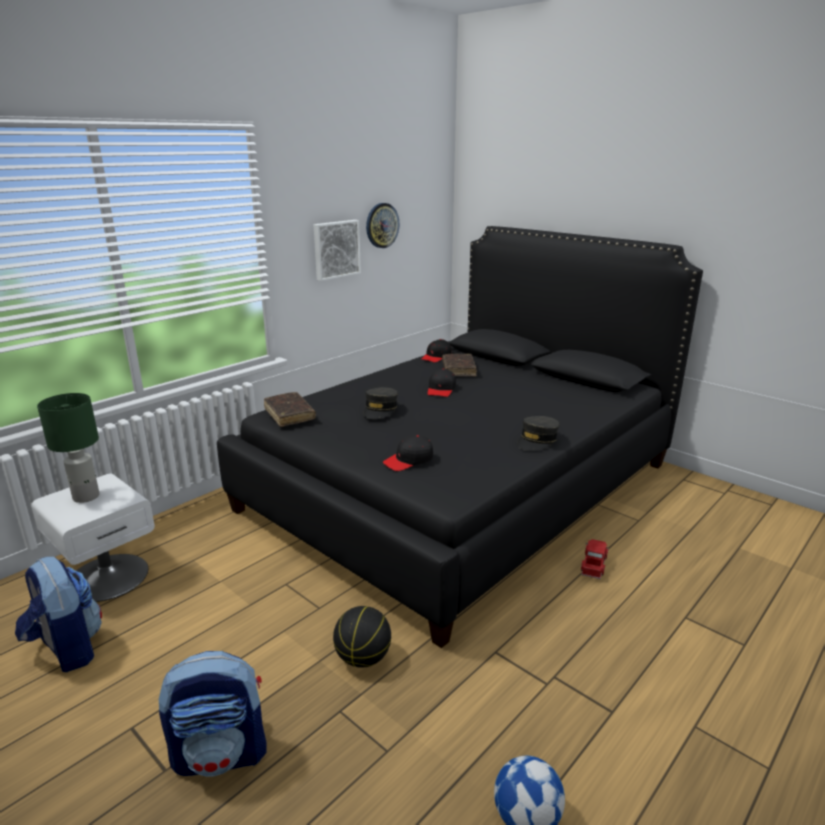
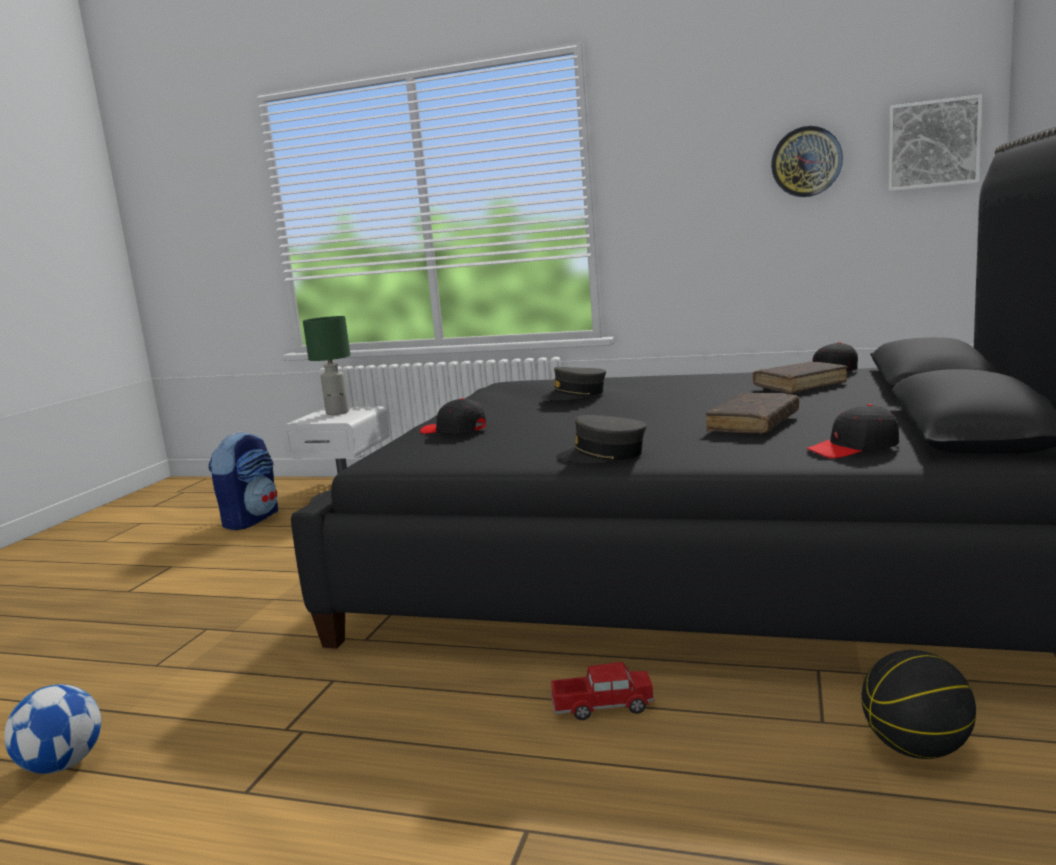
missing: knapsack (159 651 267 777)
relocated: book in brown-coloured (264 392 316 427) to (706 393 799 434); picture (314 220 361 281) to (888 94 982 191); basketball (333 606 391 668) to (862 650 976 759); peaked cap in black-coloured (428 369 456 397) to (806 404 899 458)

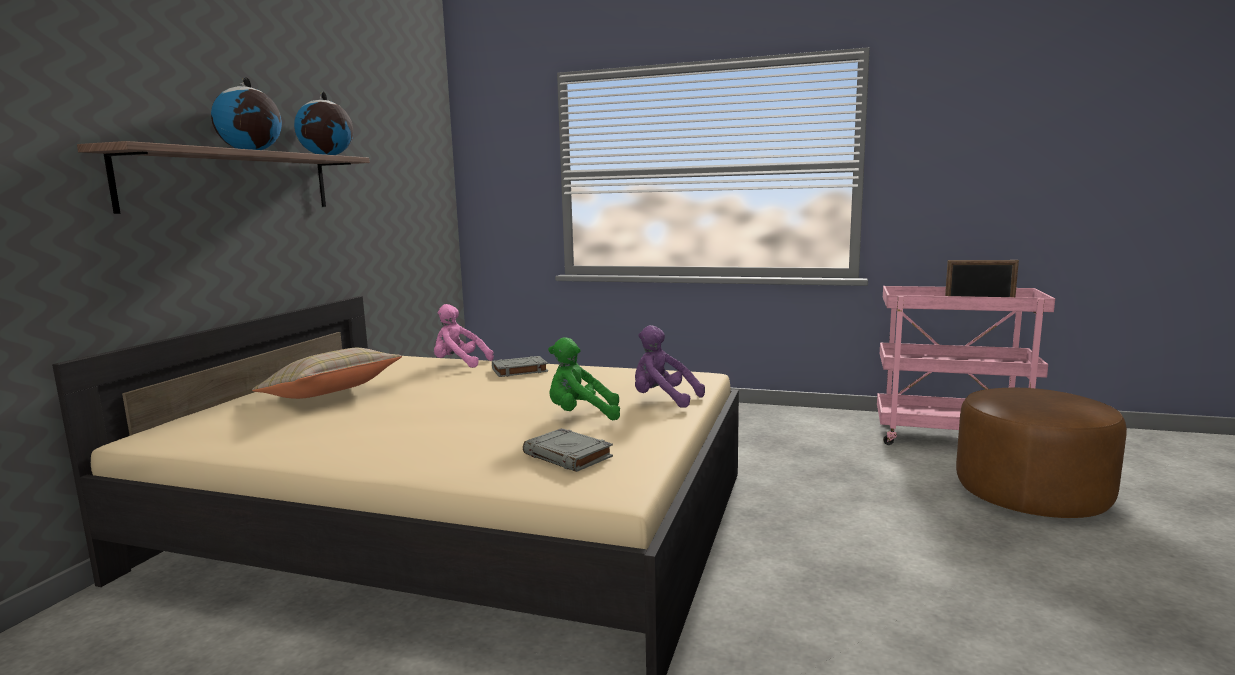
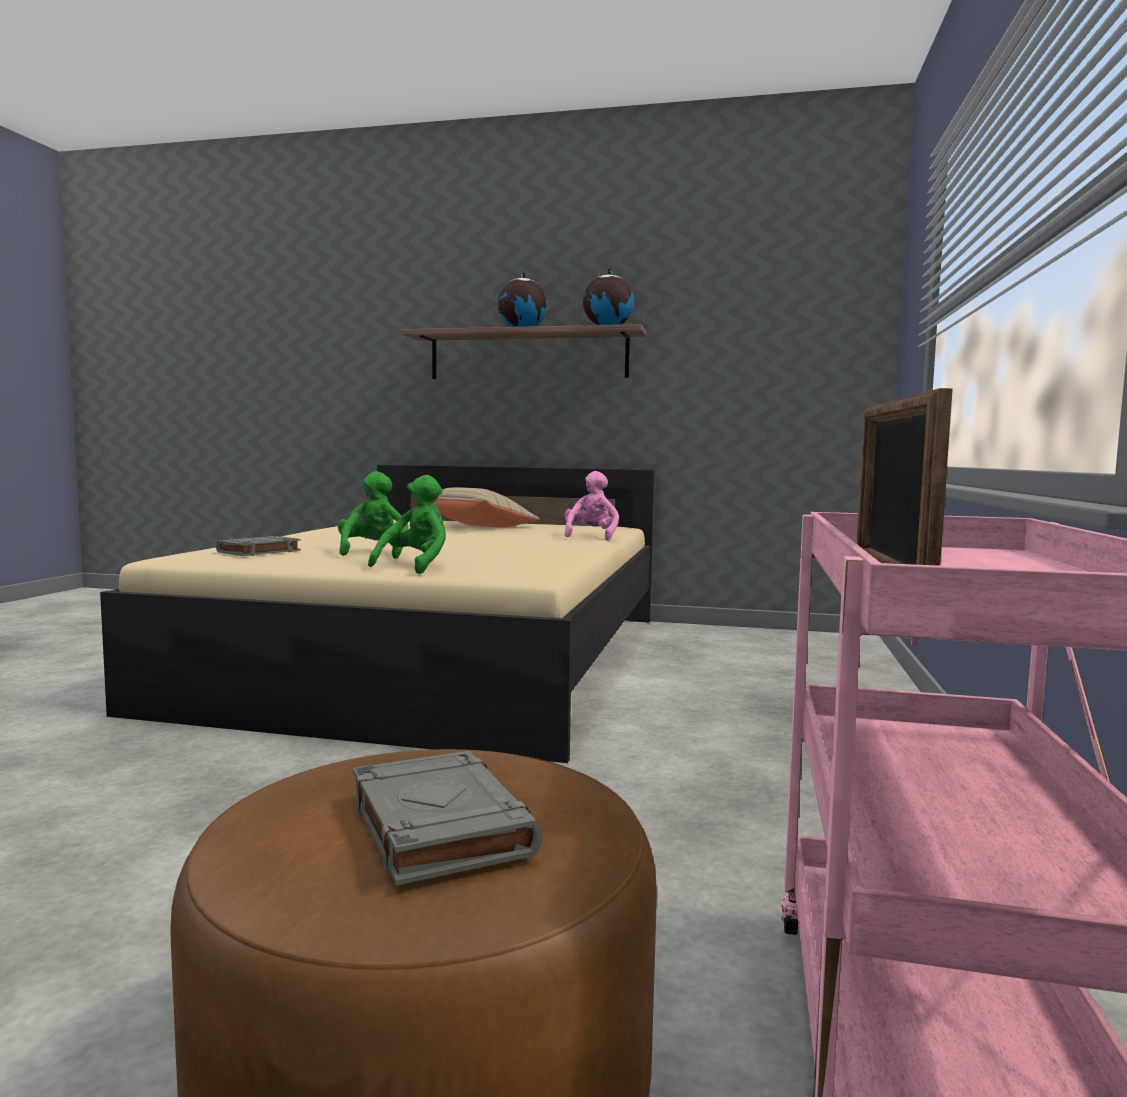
relocated: book in greyish (492 356 548 377) to (353 751 543 886)
colour: plush toy in purple-coloured (635 325 705 408) to plush toy in green-coloured (368 475 446 574)

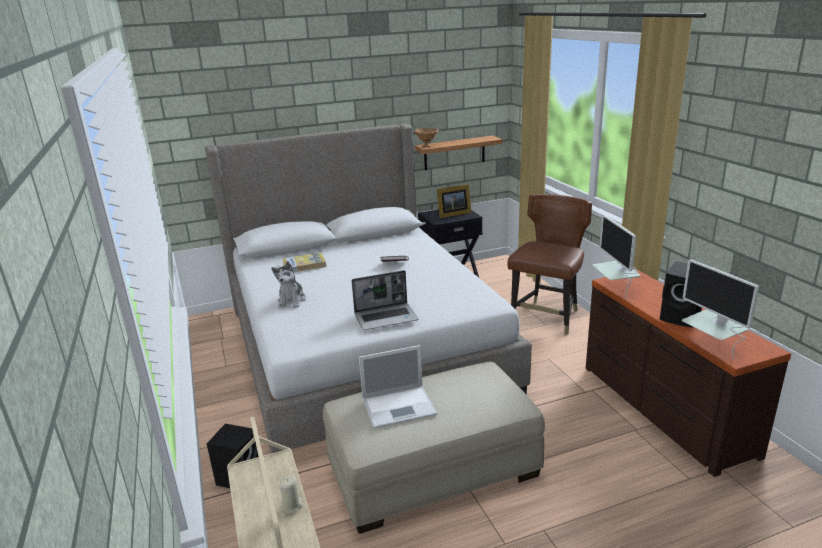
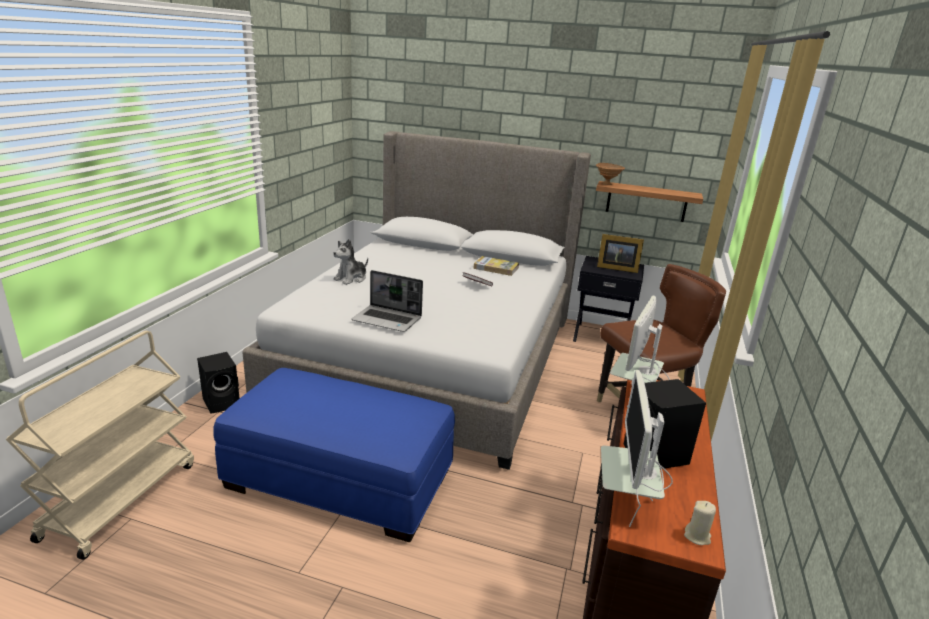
missing: laptop (359 345 437 429)
relocated: wax candle in beige-coloured (279 476 303 513) to (684 501 716 545); book (283 253 326 272) to (473 256 519 276)
colour: footrest in beige-coloured (323 362 545 534) to footrest in blue (213 368 455 542)

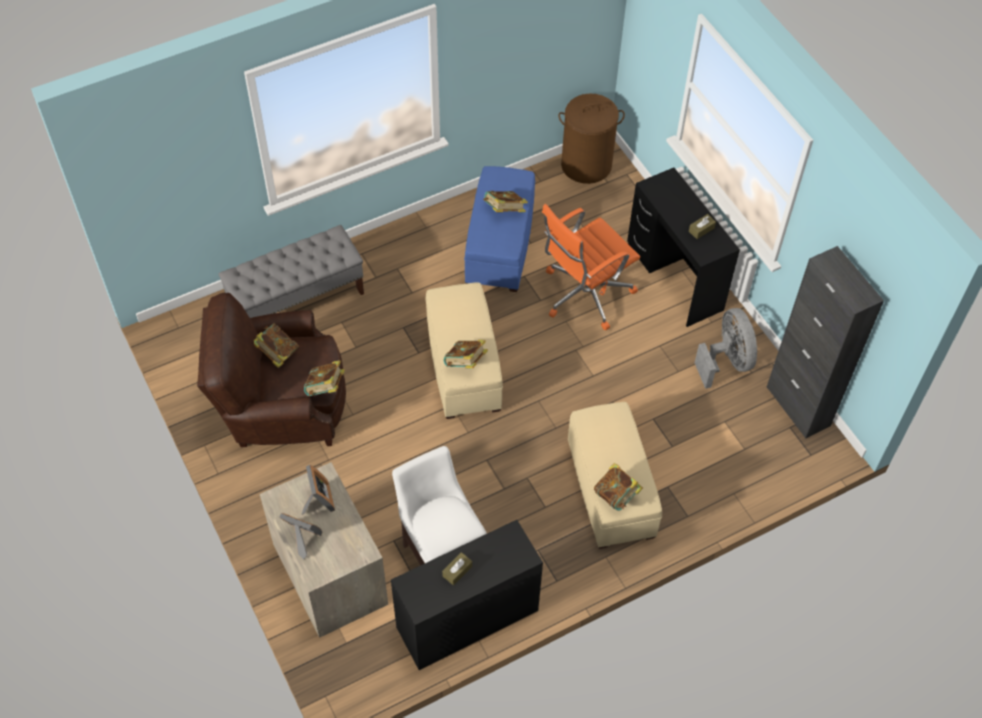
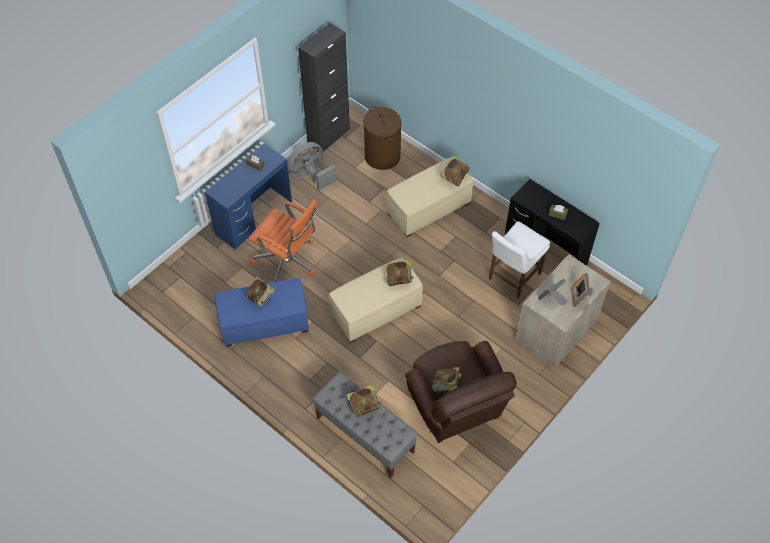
relocated: book (304 360 345 396) to (347 385 382 417); hamper in brown-coloured (558 93 625 184) to (363 107 401 170)
colour: desk table in black-coloured (627 168 740 327) to desk table in blue (205 143 292 249)

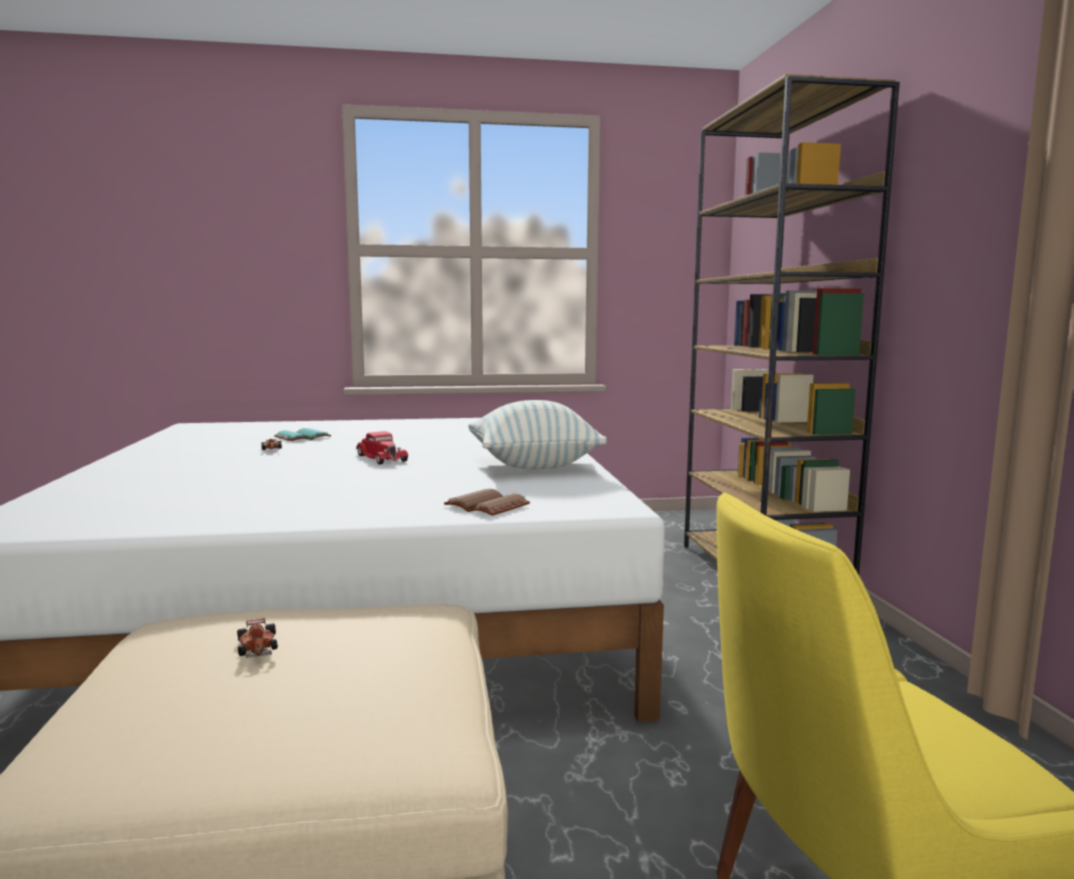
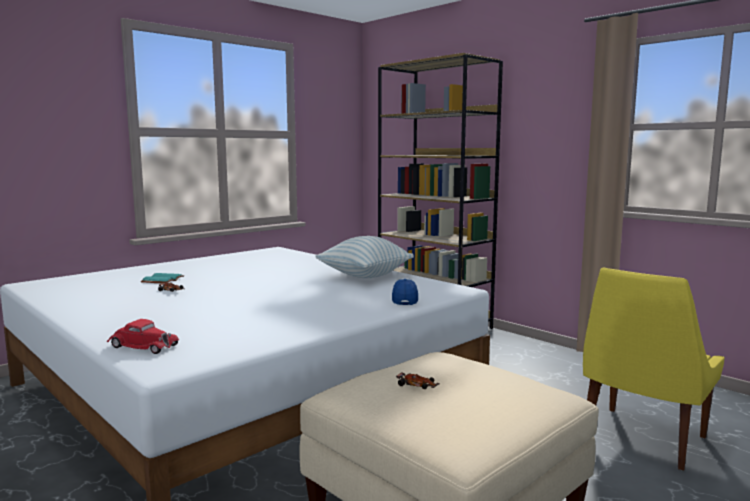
relocated: toy car in red-coloured (355 431 408 465) to (107 319 179 354)
exchanged: book in brown-coloured (444 489 530 516) to peaked cap (392 278 418 305)

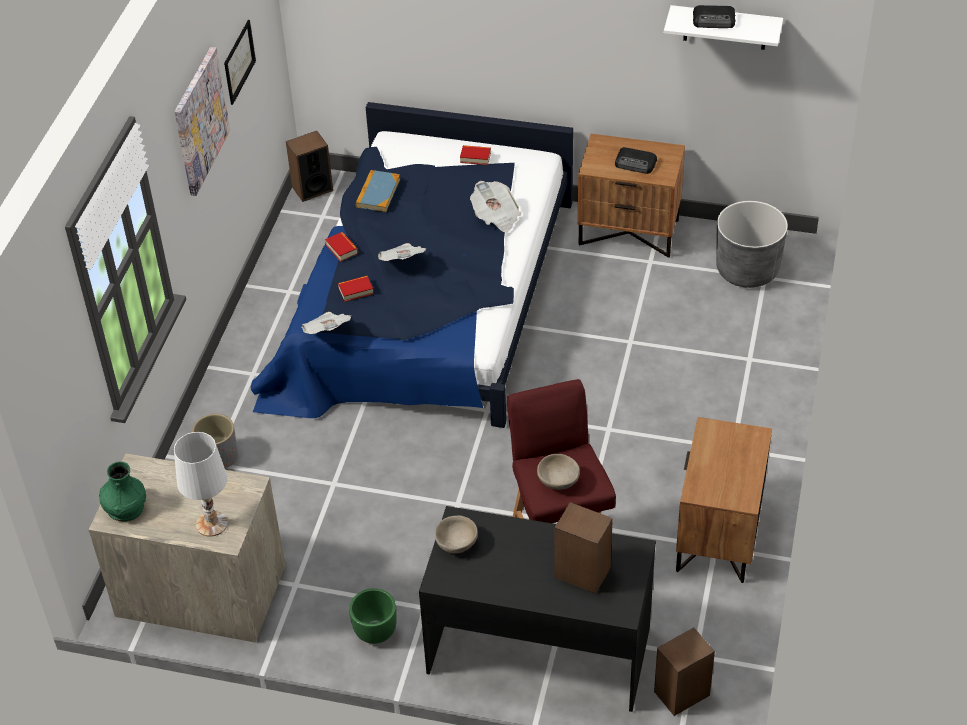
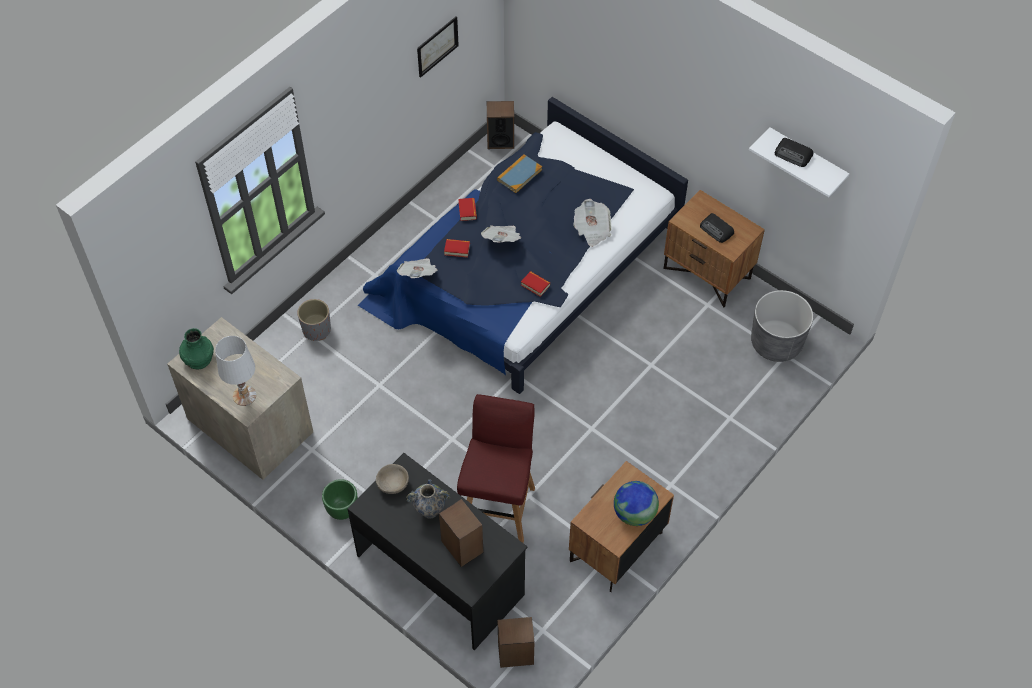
missing: picture (174 47 230 196); bowl in beige-coloured (537 454 580 490)
appeared: decorative vase (406 479 450 519); desk globe (614 481 659 526)
relocated: book (460 145 491 165) to (521 271 550 297)

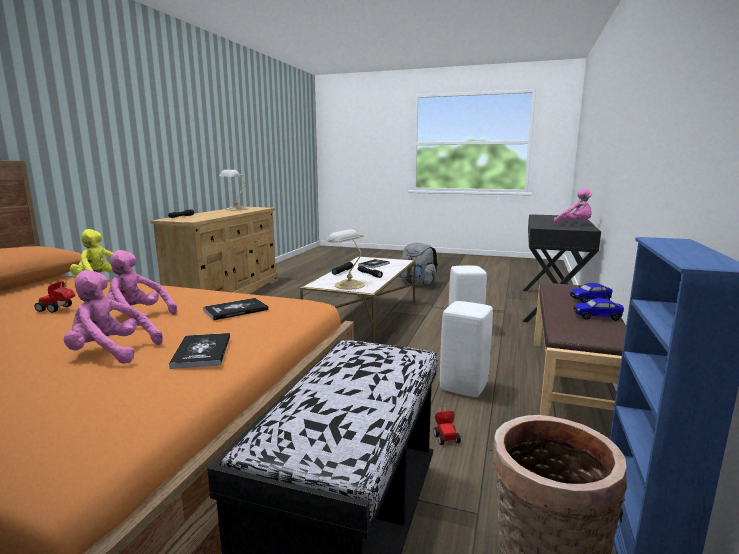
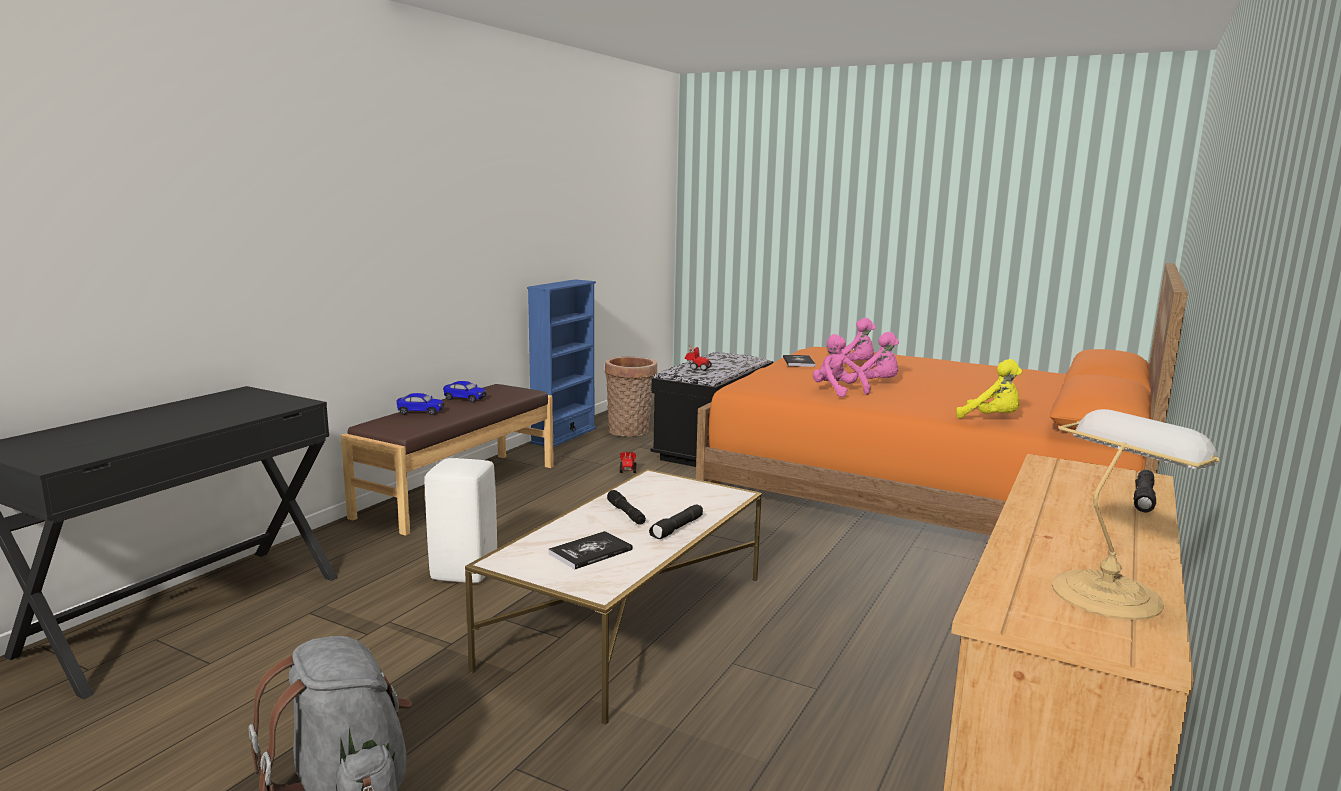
missing: book (203 298 269 320); lamp for a table (326 229 365 289); stool seat in whitish (440 301 493 397)
relocated: toy car (34 278 75 313) to (685 345 712 371); plush toy in pink-coloured (554 188 592 224) to (813 334 871 397)

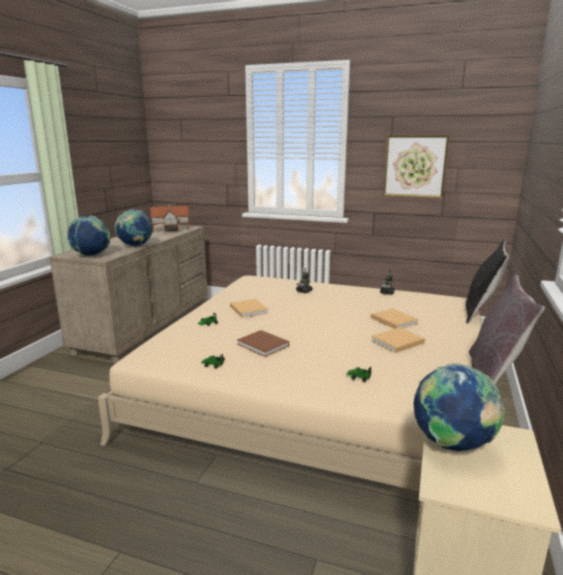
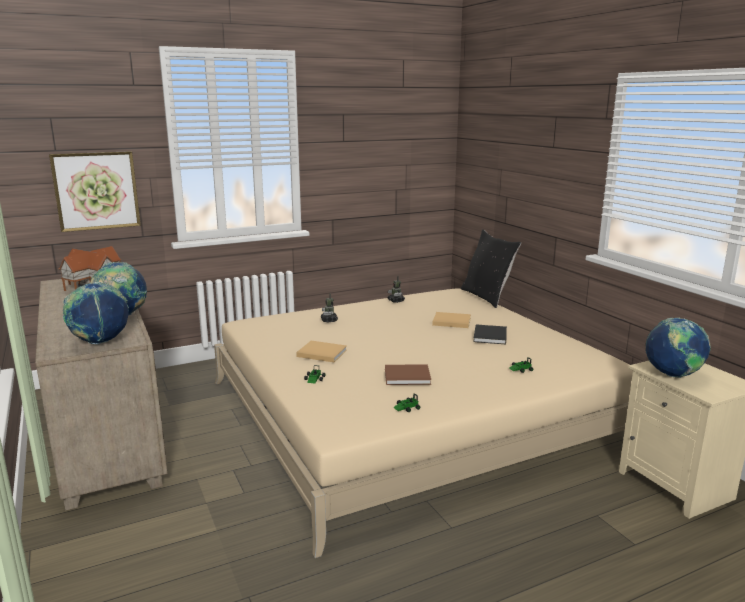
missing: cushion in greyish (469 274 545 384)
relocated: picture (383 135 450 198) to (49 151 141 232)
colour: book in beige-coloured (371 327 425 353) to book in black-coloured (473 324 507 344)

